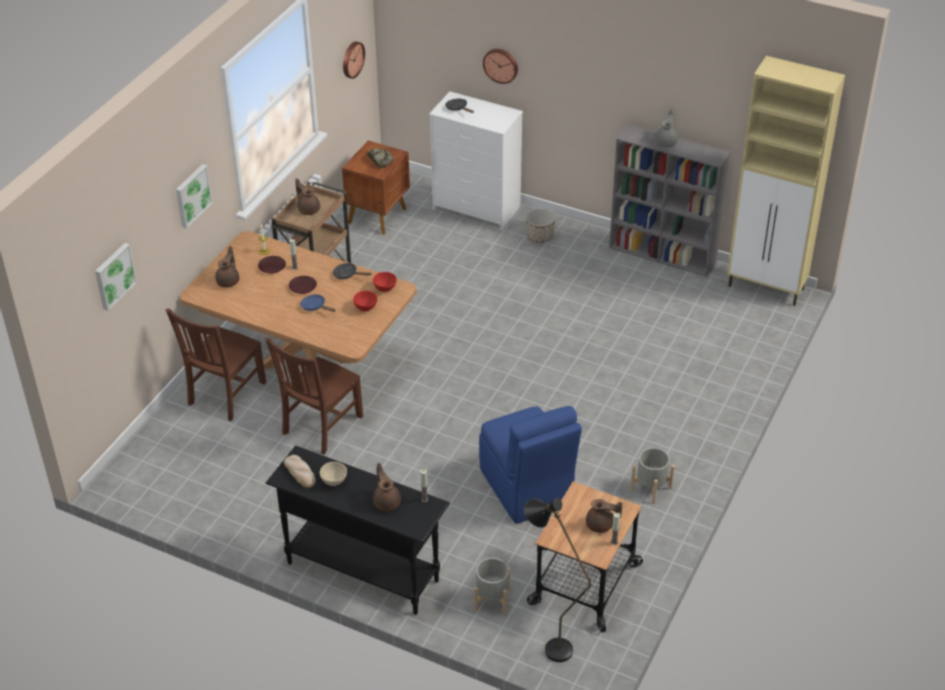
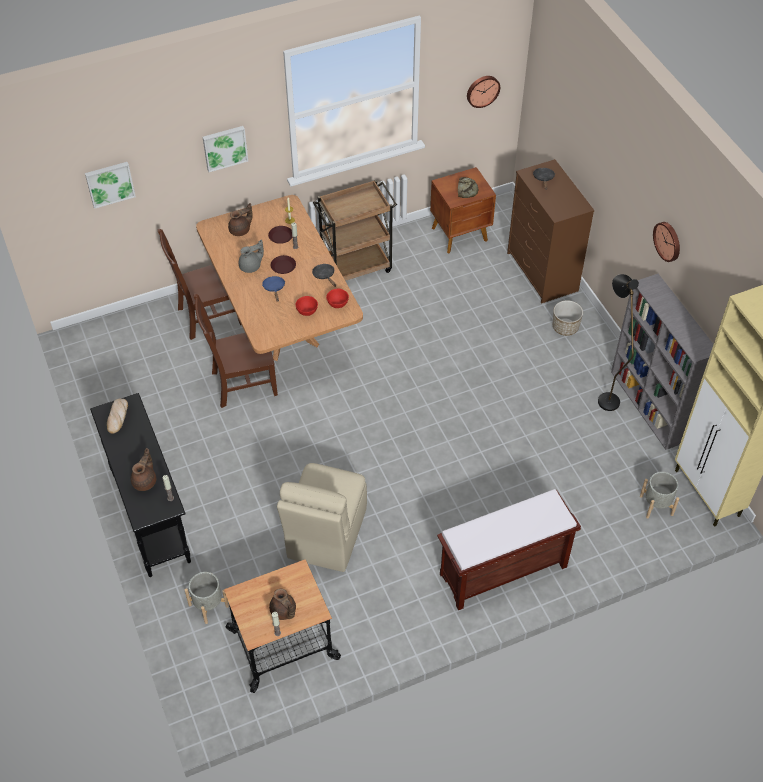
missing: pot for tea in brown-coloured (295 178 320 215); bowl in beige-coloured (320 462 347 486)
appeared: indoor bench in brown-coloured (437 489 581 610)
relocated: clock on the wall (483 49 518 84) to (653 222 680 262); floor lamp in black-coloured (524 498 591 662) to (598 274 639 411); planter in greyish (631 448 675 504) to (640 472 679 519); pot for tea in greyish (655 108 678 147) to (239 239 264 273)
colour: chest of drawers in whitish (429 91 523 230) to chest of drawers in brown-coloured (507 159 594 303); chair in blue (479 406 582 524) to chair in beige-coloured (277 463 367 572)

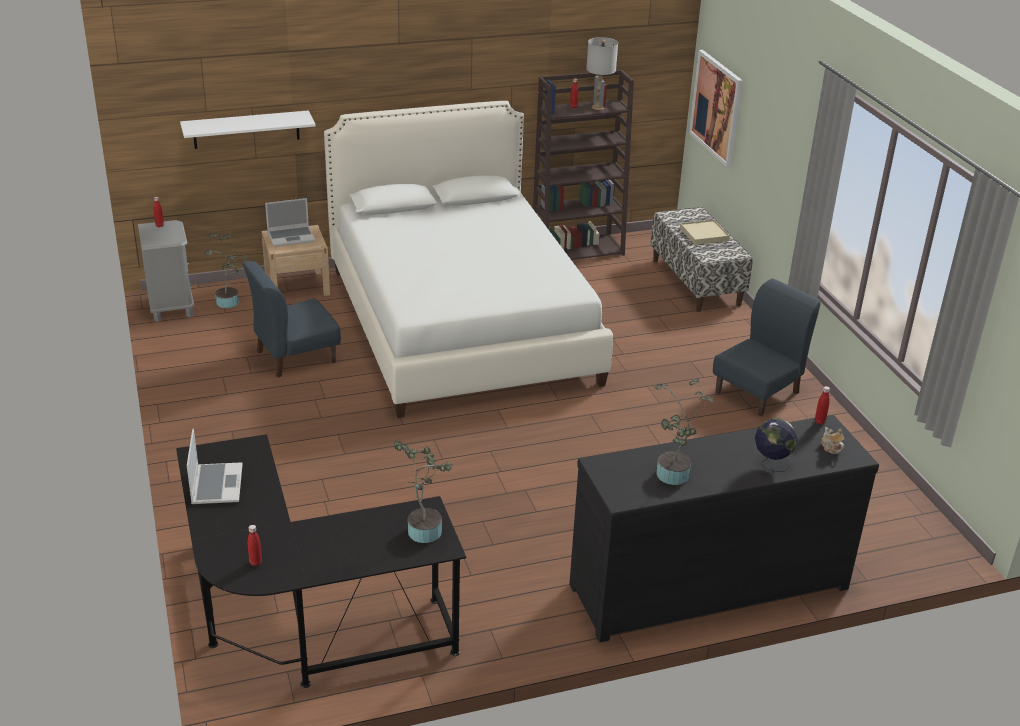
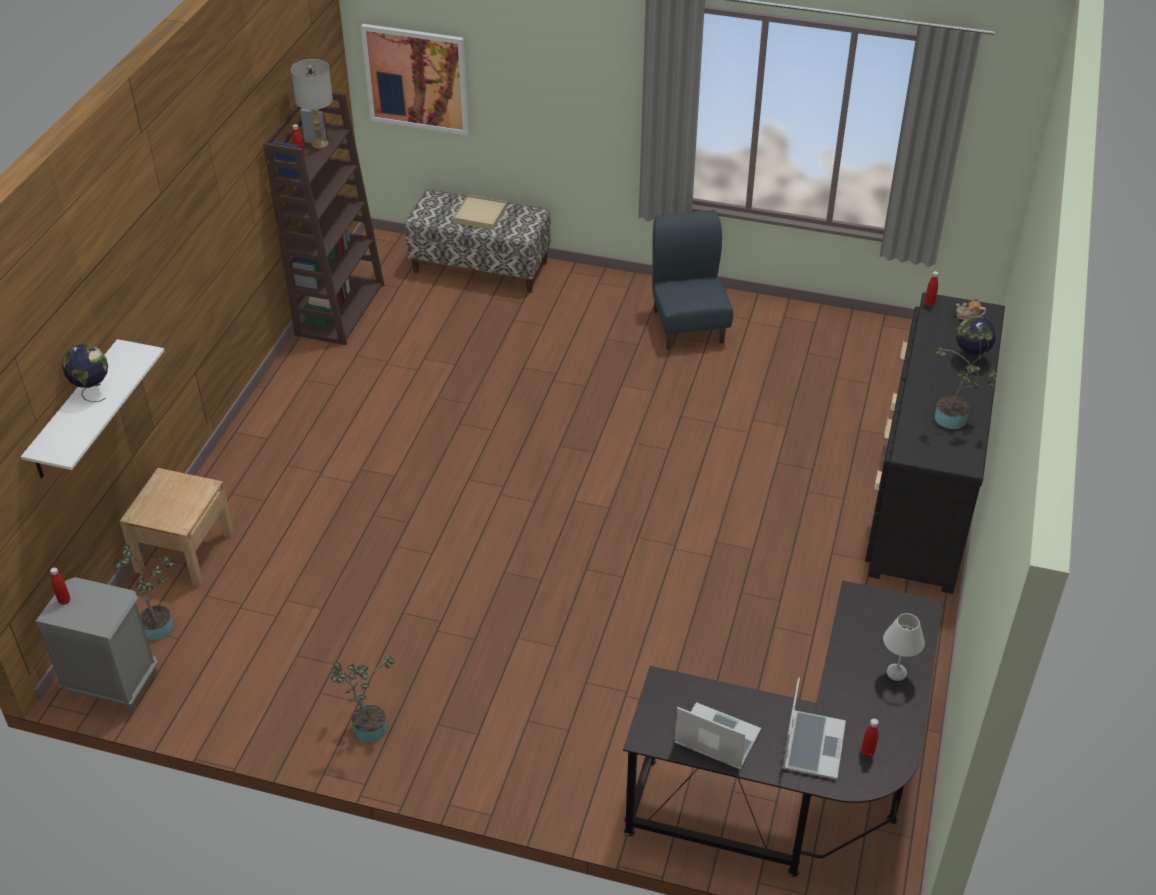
missing: chair in blue (242 261 341 378); sleeping bed in whitish (324 101 613 418)
appeared: desk globe (62 344 108 402); lamp for a table in whitish (883 613 925 681)
relocated: laptop (265 198 315 247) to (782 678 846 780); potted plant (394 441 453 543) to (330 655 395 742)

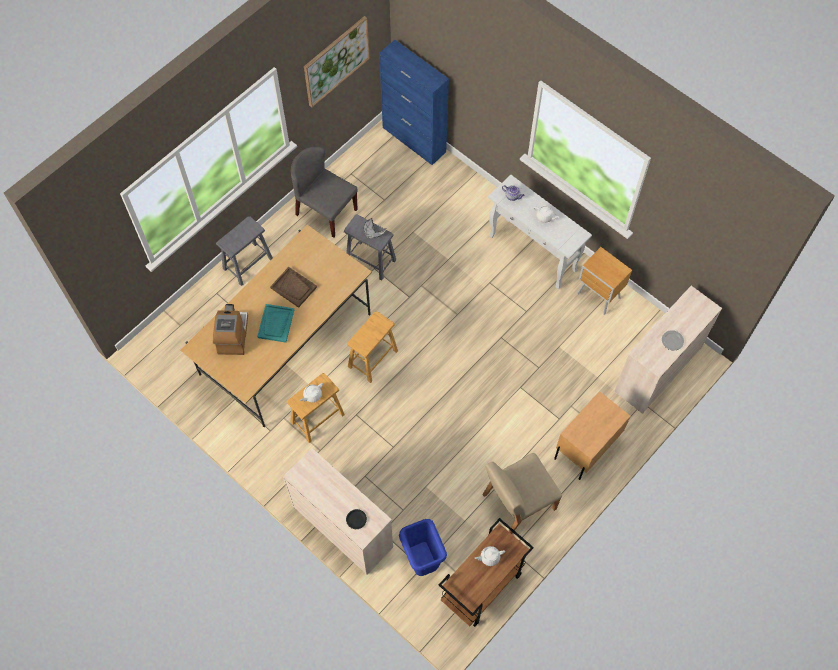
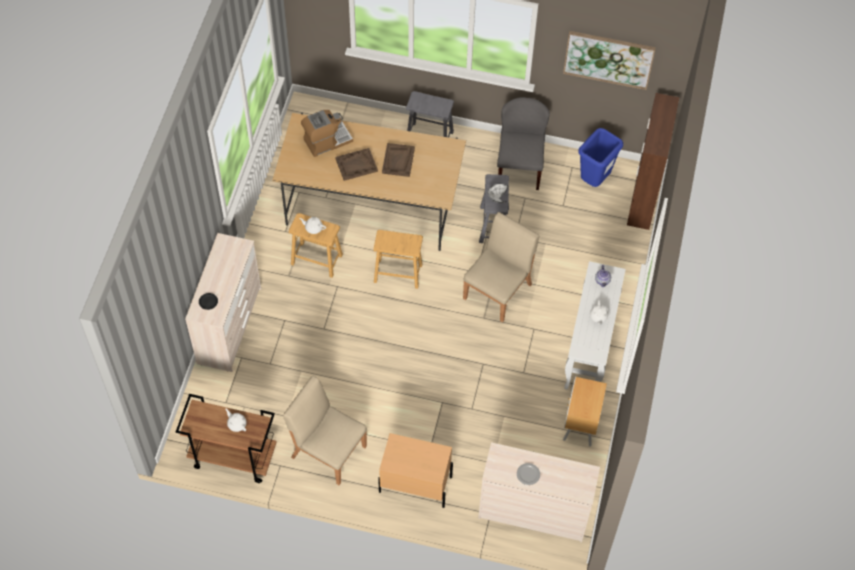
appeared: chair in beige-coloured (463 212 539 322)
relocated: waste bin in blue (399 519 447 576) to (578 128 623 187)
colour: serving tray in turquoise (257 304 294 343) to serving tray in brown-coloured (335 148 378 181); cabinet in blue (379 40 449 165) to cabinet in brown-coloured (627 93 679 230)

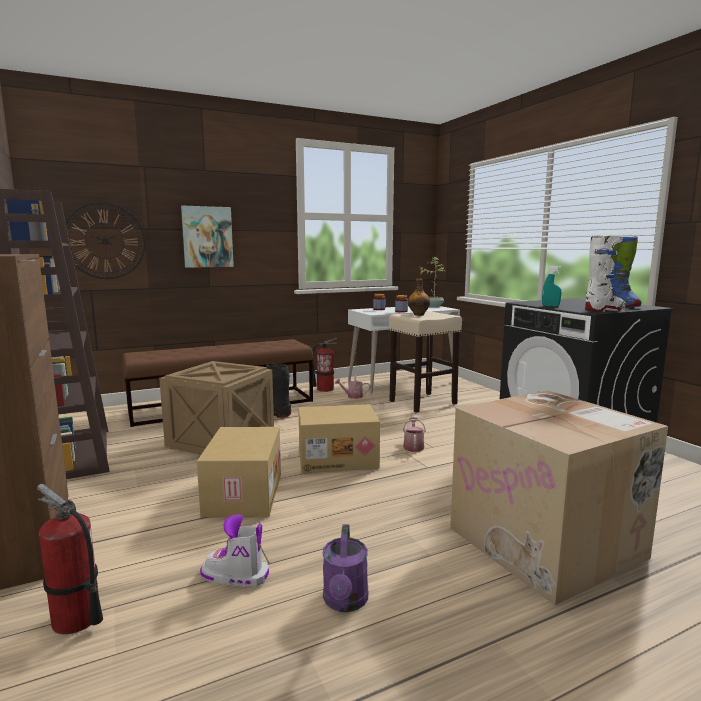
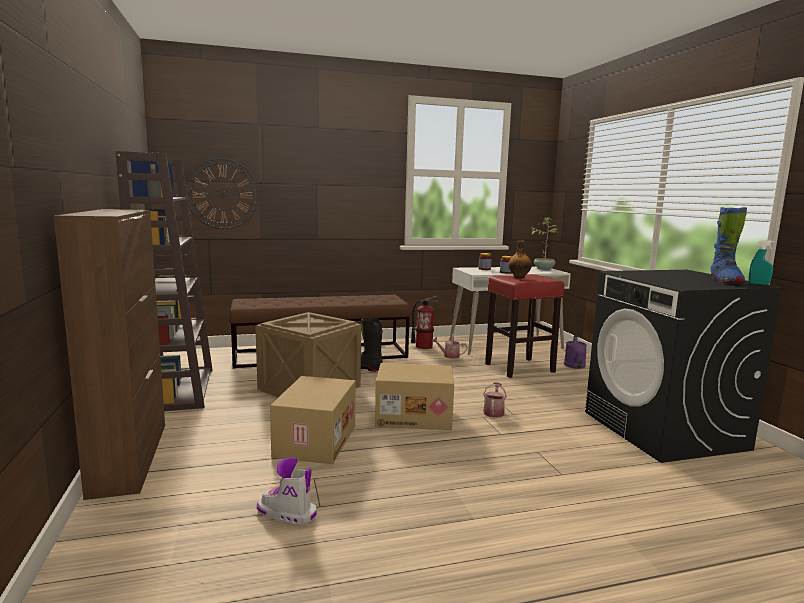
missing: extinguisher (37 484 103 634); picture (181 206 234 268); cardboard box (450 390 668 605); tall boot in whitish (585 235 625 312)
relocated: sprinkling can in purple-coloured (322 524 368 612) to (564 335 587 369); hand sprayer in turquoise (542 266 561 306) to (749 240 775 285)
colour: stool seat in beige-coloured (389 311 462 413) to stool seat in red-coloured (485 274 565 378)

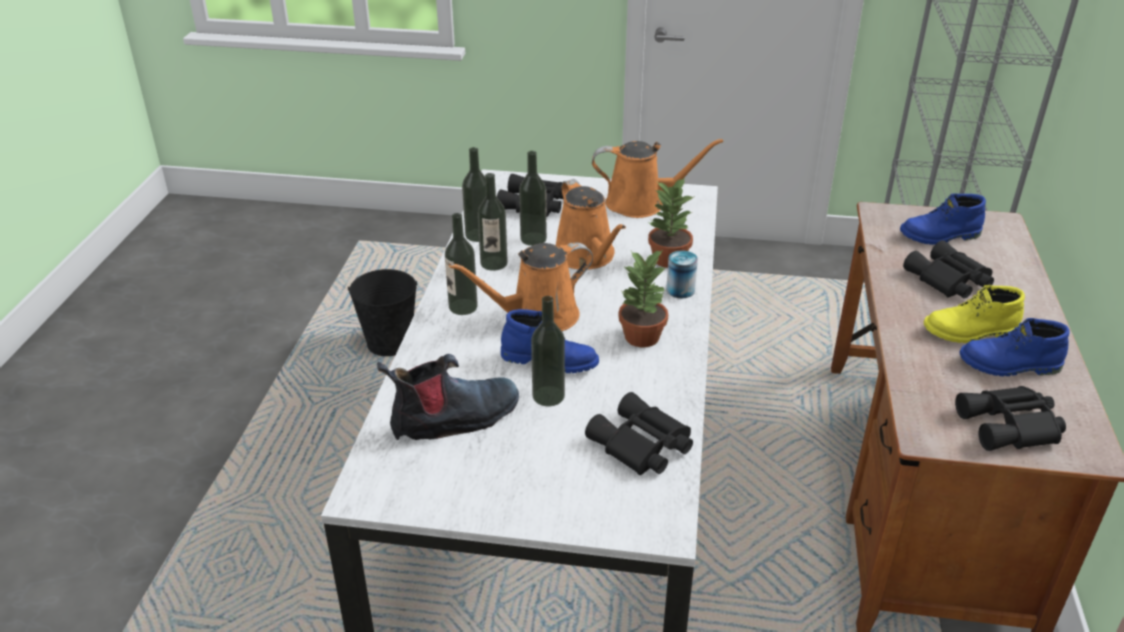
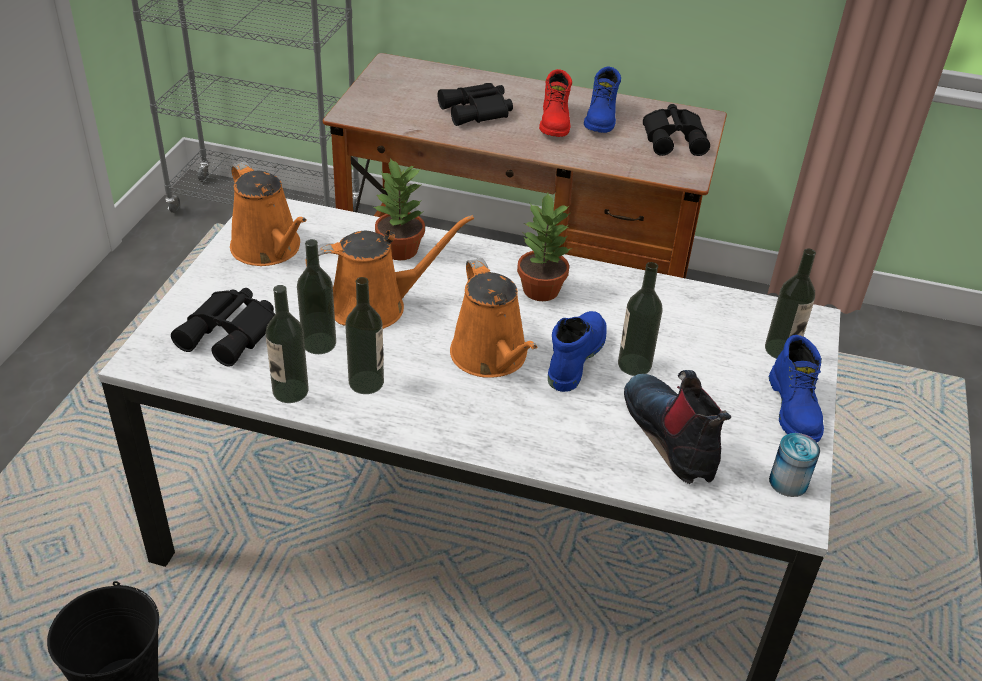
missing: pair of binoculars in black-coloured (585 392 693 475)
relocated: beverage bottle (445 213 478 315) to (765 249 816 359); can (666 251 698 298) to (769 433 820 497); tall boot in blue (900 193 986 245) to (769 335 824 443)
colour: tall boot in yellow (924 285 1025 343) to tall boot in red-coloured (539 69 572 137)
spun: sprinkling can in orange (592 139 723 218) = (230 161 307 266) 135 degrees clockwise

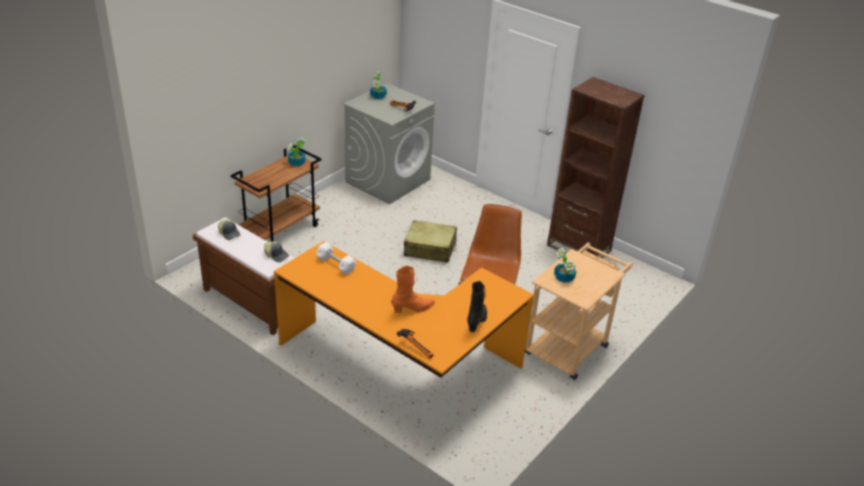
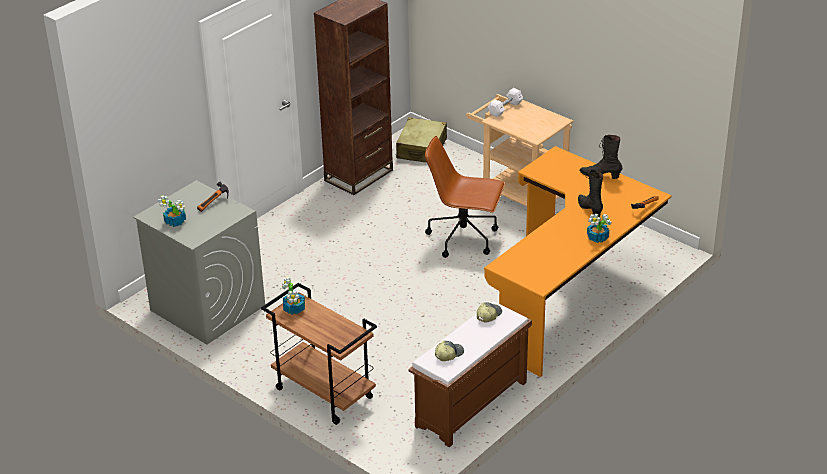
relocated: dumbbell in whitish (316 242 357 275) to (488 88 523 117); suitcase in beige-coloured (404 220 457 263) to (396 117 447 163); potted plant (554 248 576 283) to (587 214 611 243)
colour: tall boot in orange (391 266 435 313) to tall boot in black-coloured (578 169 603 217)

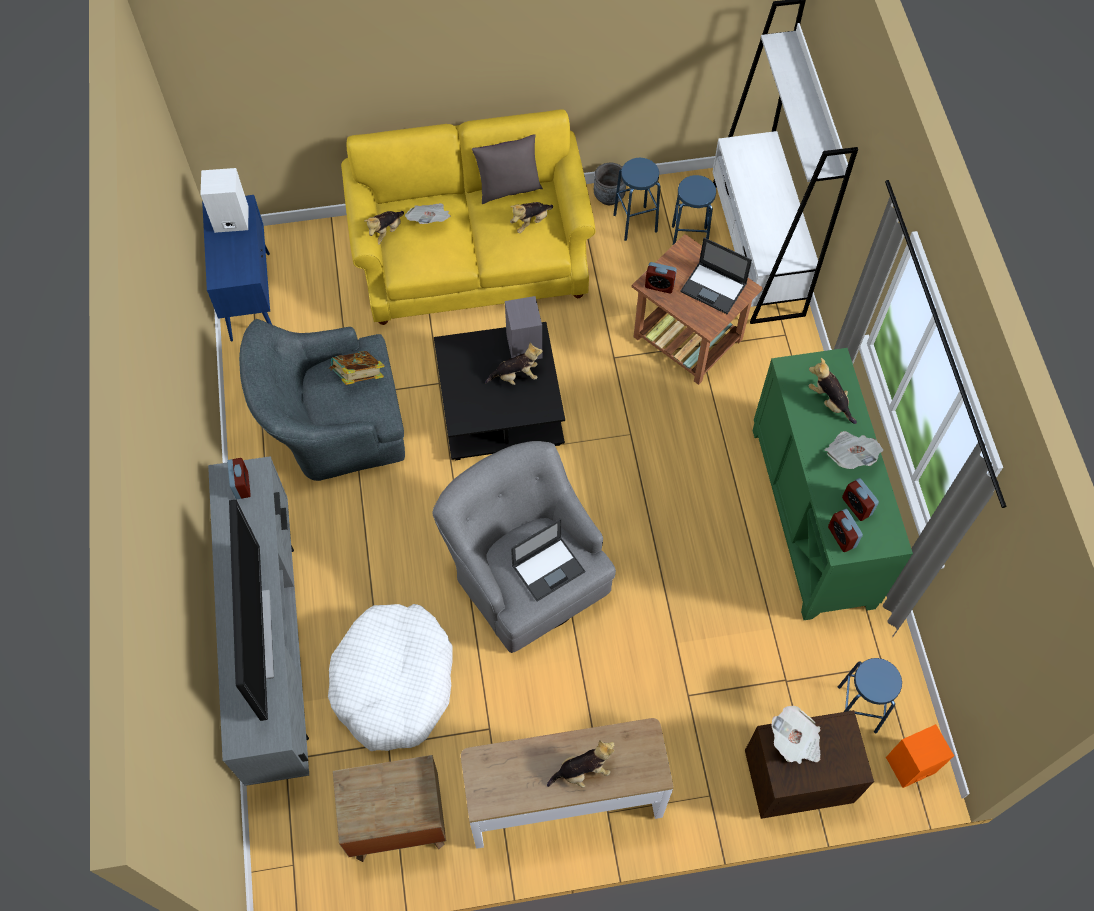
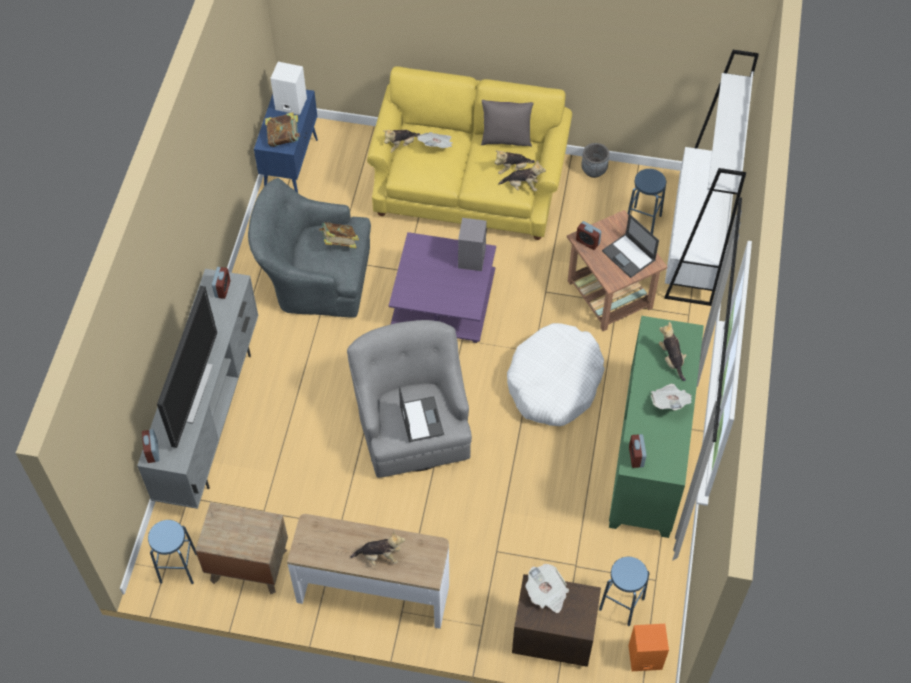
appeared: book (265 112 300 147)
relocated: dog cushion in whitish (328 604 452 751) to (507 323 605 426); plush toy (485 342 543 385) to (498 160 546 191); stool seat in blue (613 158 660 241) to (148 520 197 585); alarm clock (842 478 879 521) to (142 429 160 463)
colour: low table in black-coloured (434 322 565 460) to low table in purple-coloured (389 232 496 343)
spun: laptop (511 518 585 602) = (399 385 444 442) 90 degrees counterclockwise

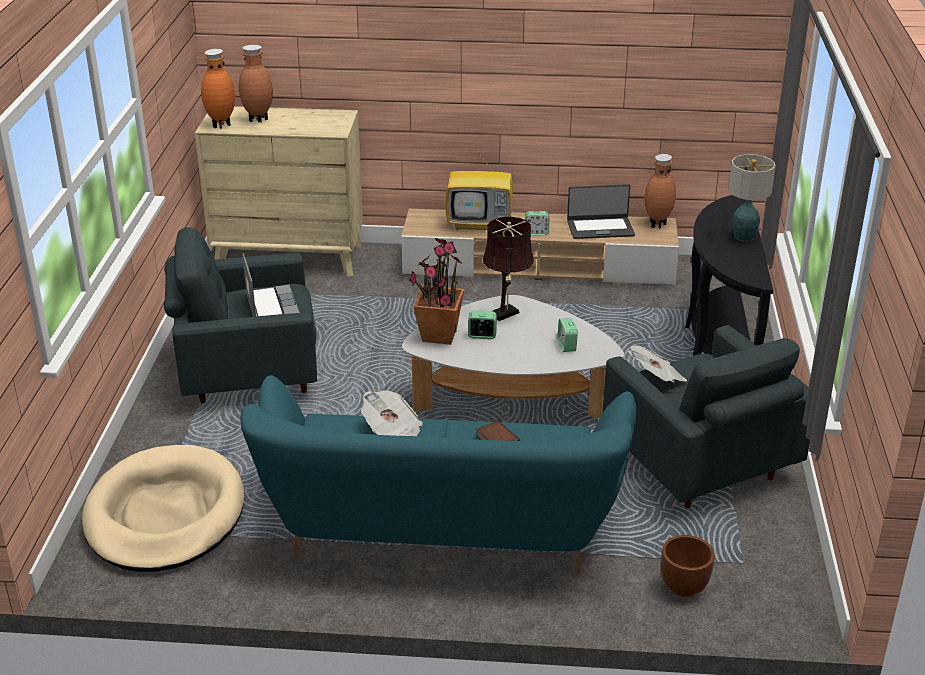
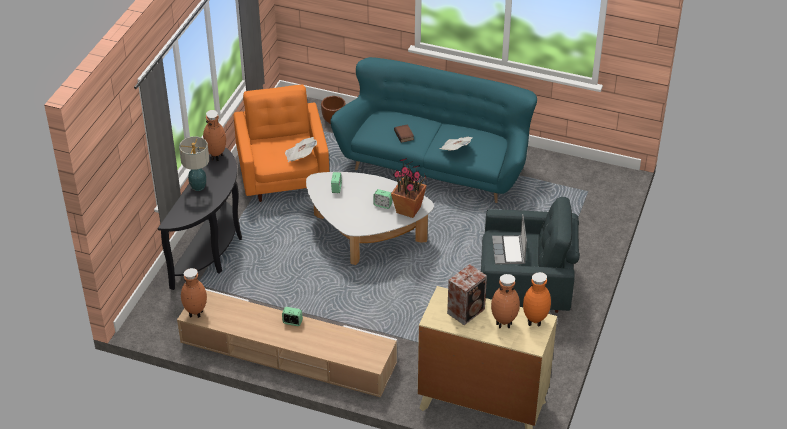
missing: dog cushion in beige-coloured (82 445 245 572); TV set (446 145 513 230); lamp for a table in brown-coloured (483 217 534 321); laptop (567 184 635 239)
appeared: decorative vase in brown-coloured (203 110 226 161); audio speaker (447 264 487 325)
colour: easy chair in greyish (602 325 810 508) to easy chair in orange (234 84 329 202)

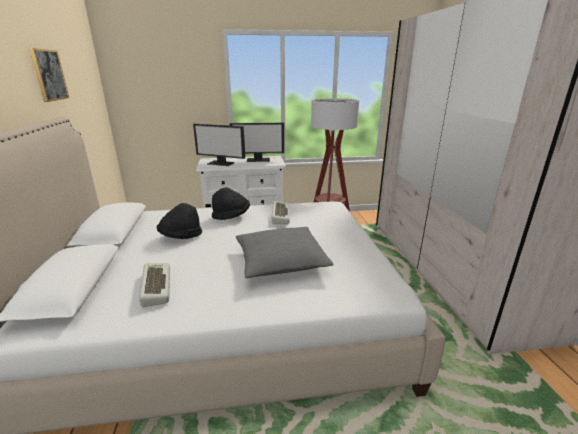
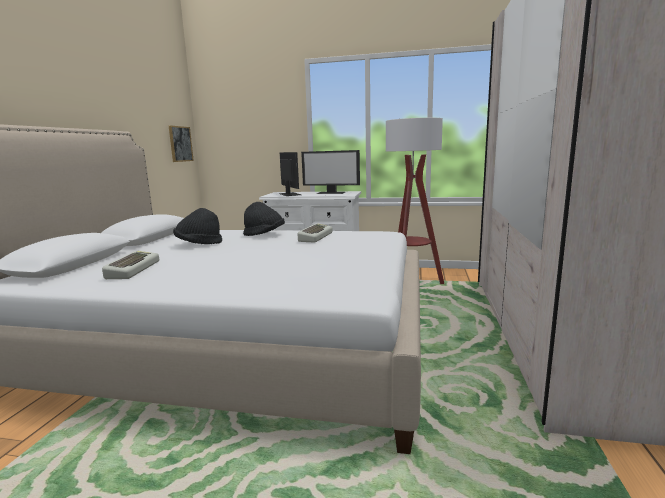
missing: cushion in greyish (236 227 334 278)
relocated: picture (29 48 69 102) to (169 126 194 162)
spun: computer screen (193 124 245 166) = (279 152 301 196) 150 degrees counterclockwise

